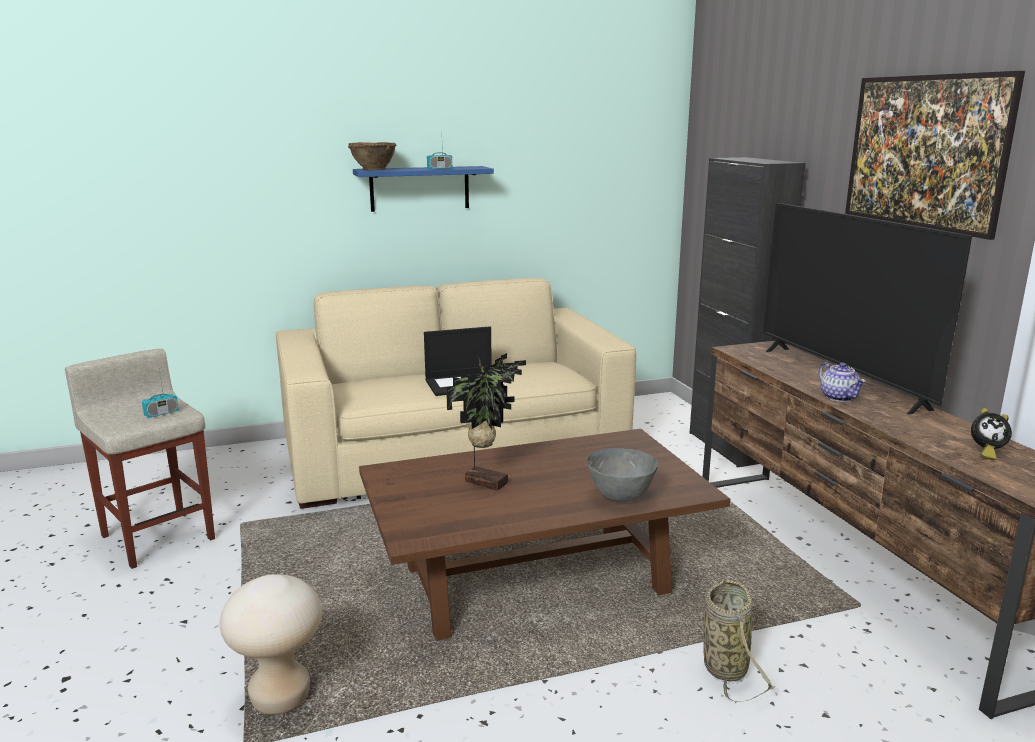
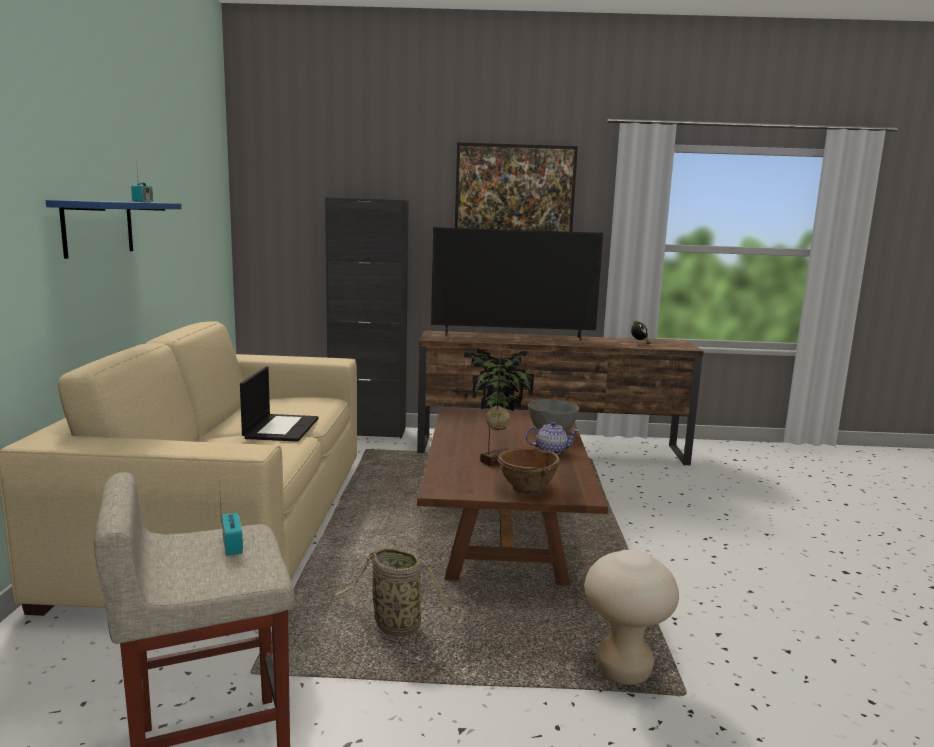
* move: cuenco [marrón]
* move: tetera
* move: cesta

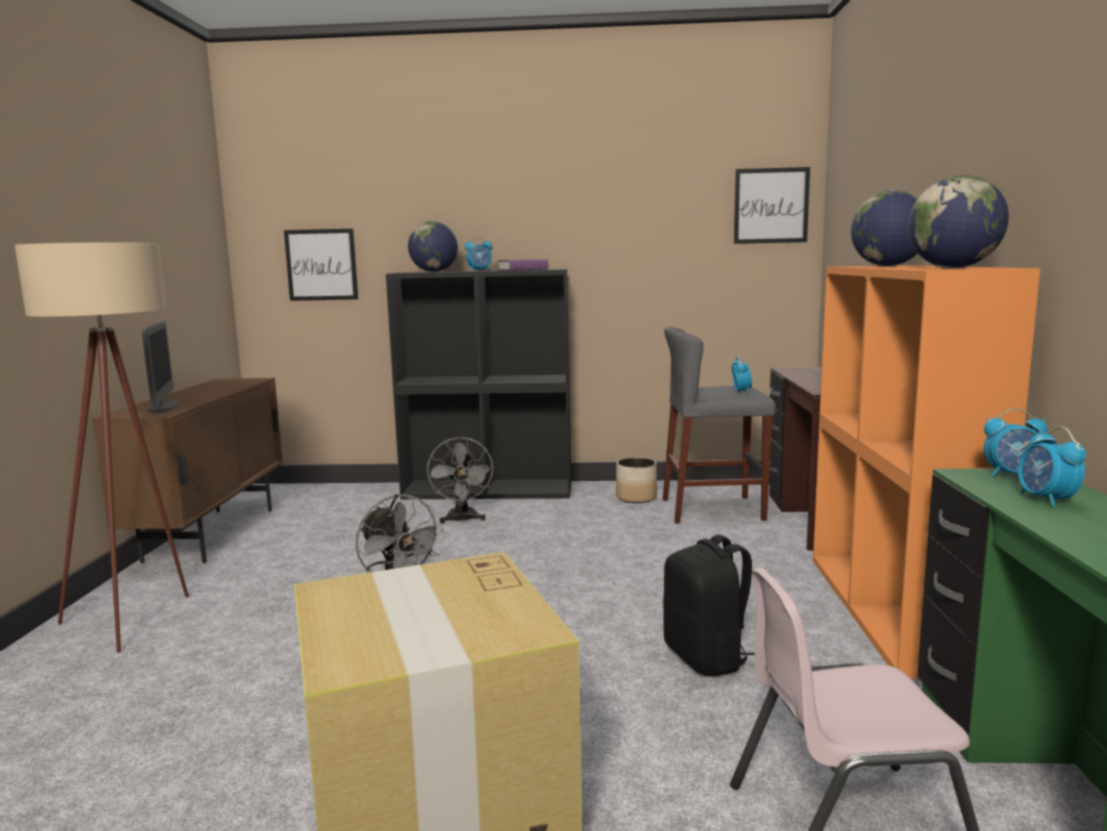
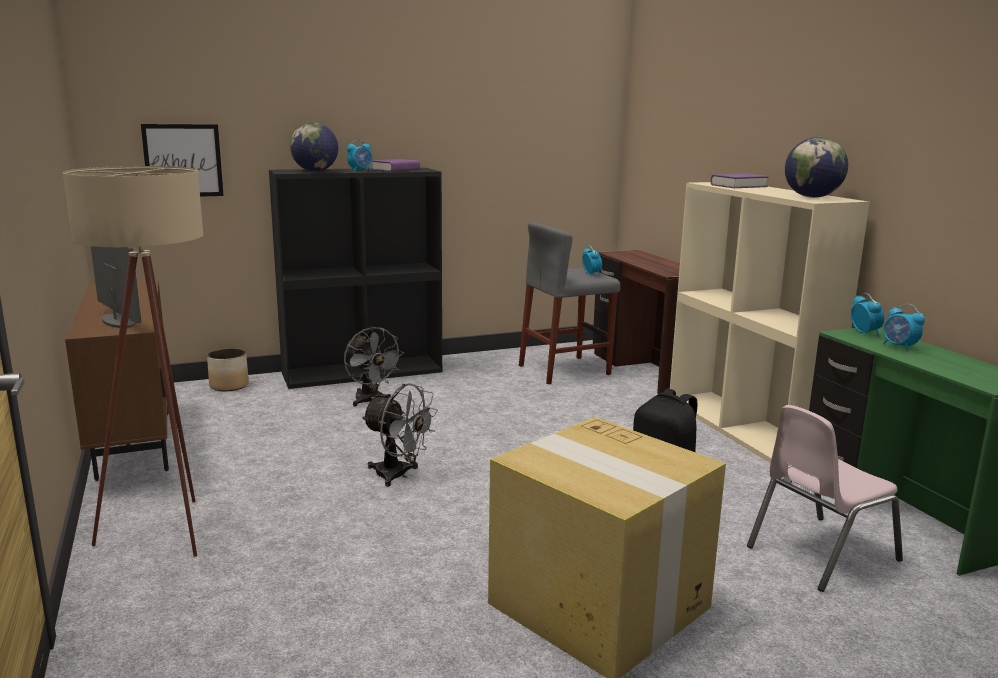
* delete: cuadro (2nd from left)
* replace: globo terráqueo (2nd from left) to libro [morado] (2nd from left)
* recolor: estantería [naranja] to estantería [beis]
* rotate: despertador (3rd from left) 90 degrees counterclockwise
* move: maceta

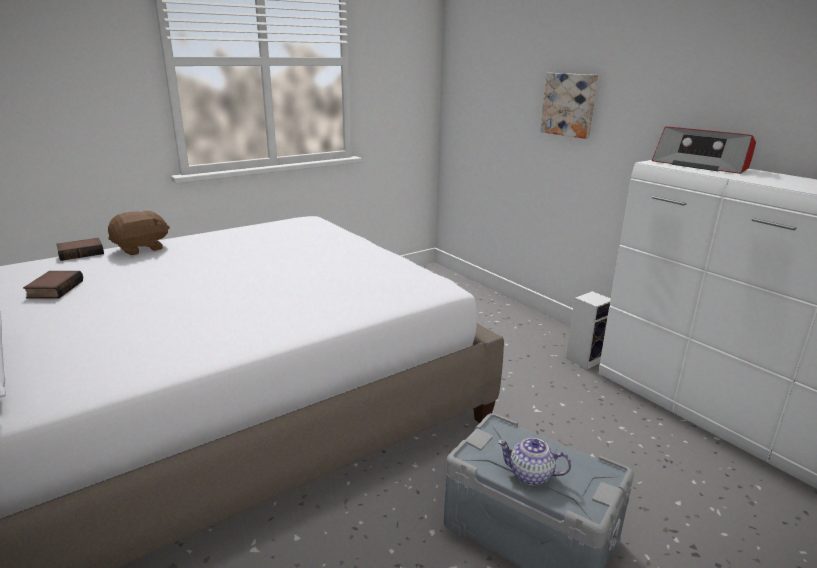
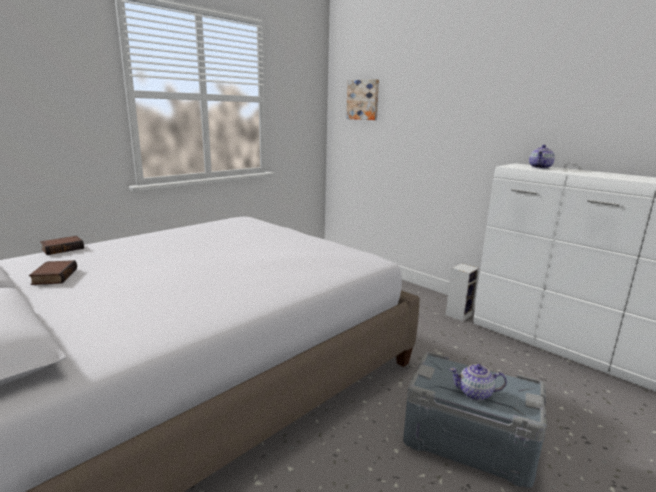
* move: cuadro
* replace: radio to tetera (2nd from left)
* delete: peluche [marrón]

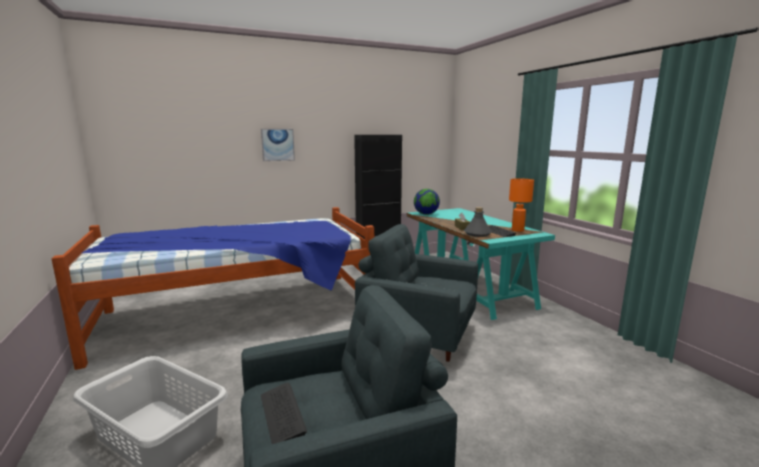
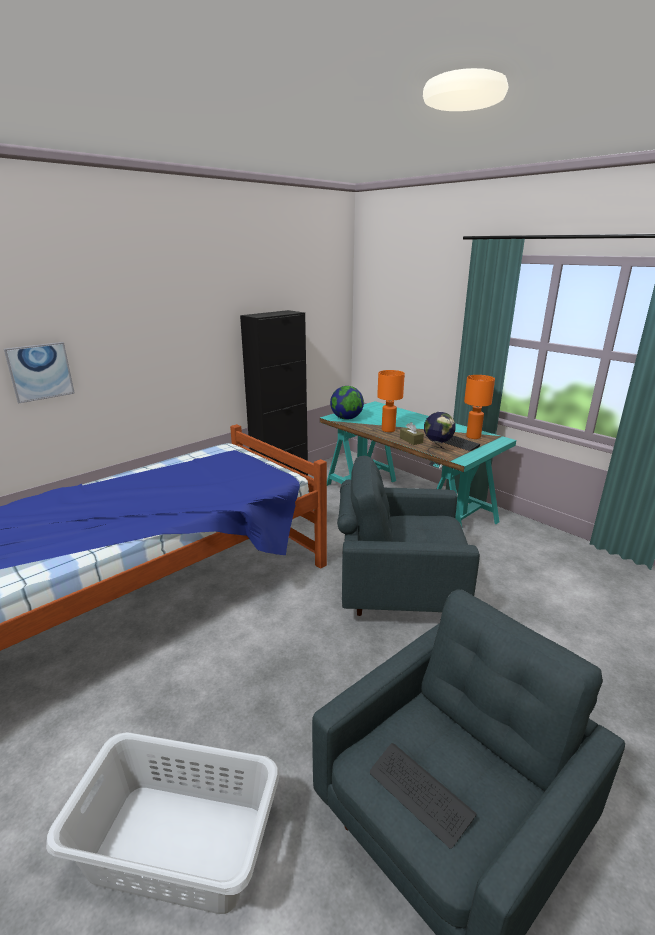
* move: cuadro
* replace: botella [gris] to globo terráqueo (2nd from left)
* insert: lámpara de mesa [naranja] (1st from left)

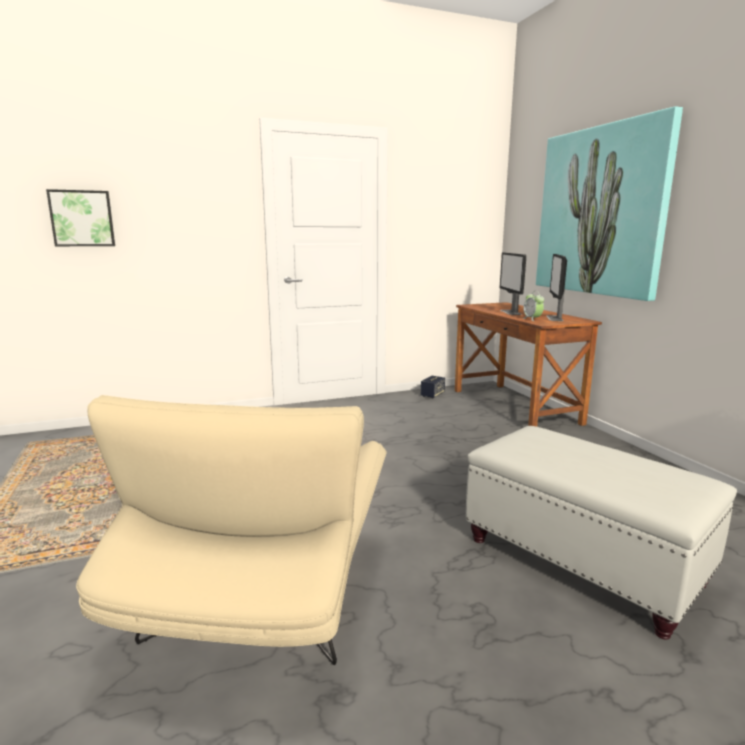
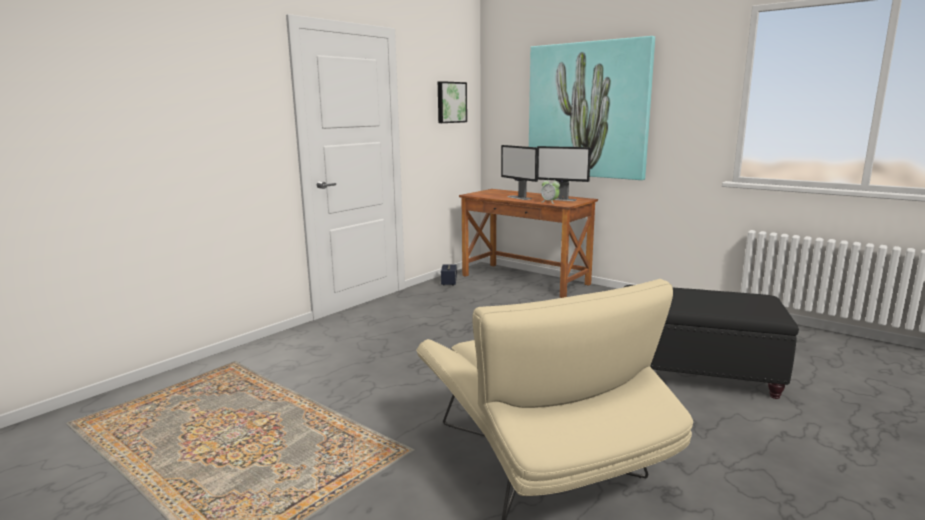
* move: cuadro (1st from left)
* rotate: monitor (2nd from left) 45 degrees counterclockwise
* recolor: puf [blanco] to puf [negro]

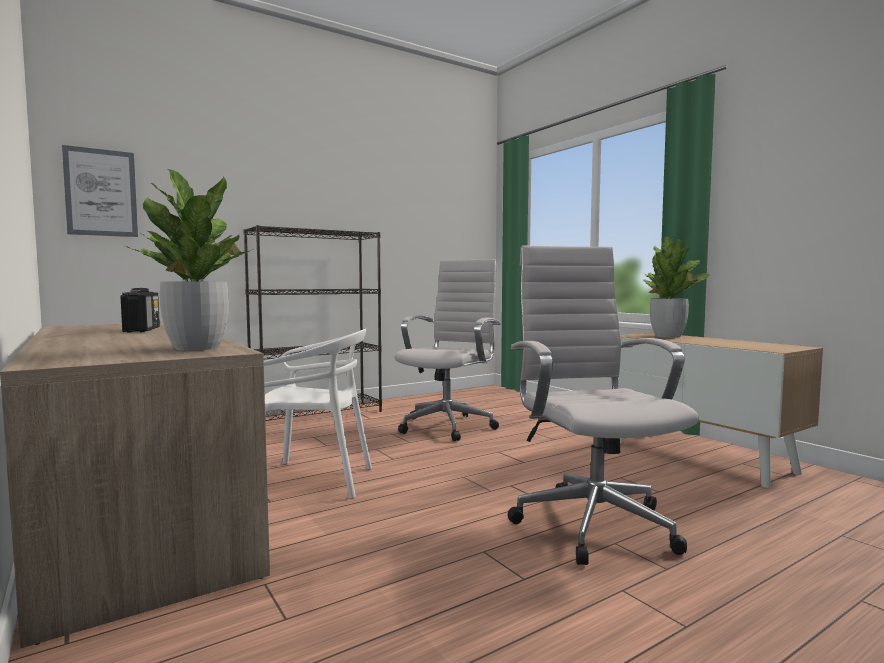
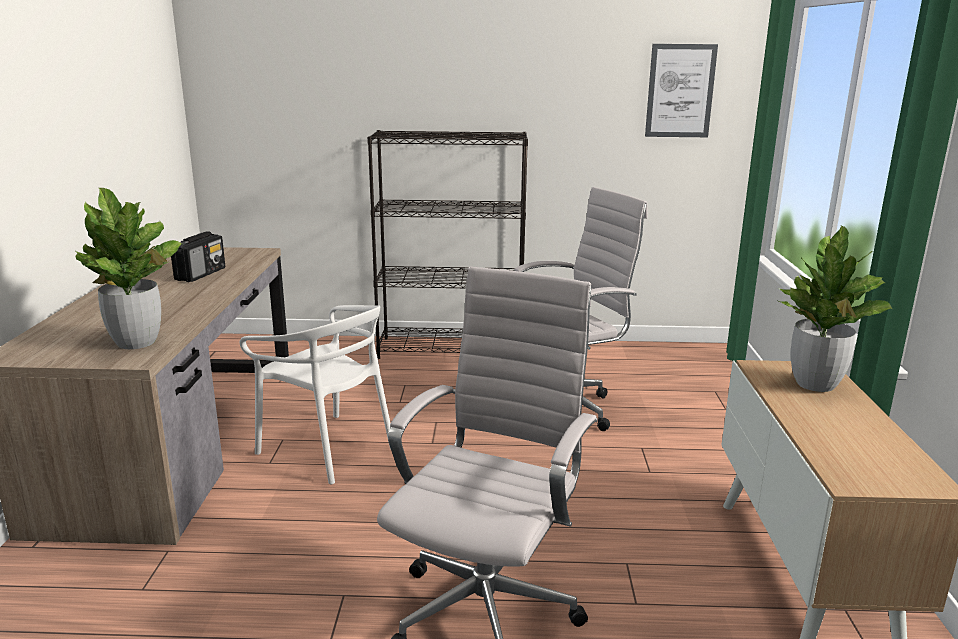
* move: cuadro

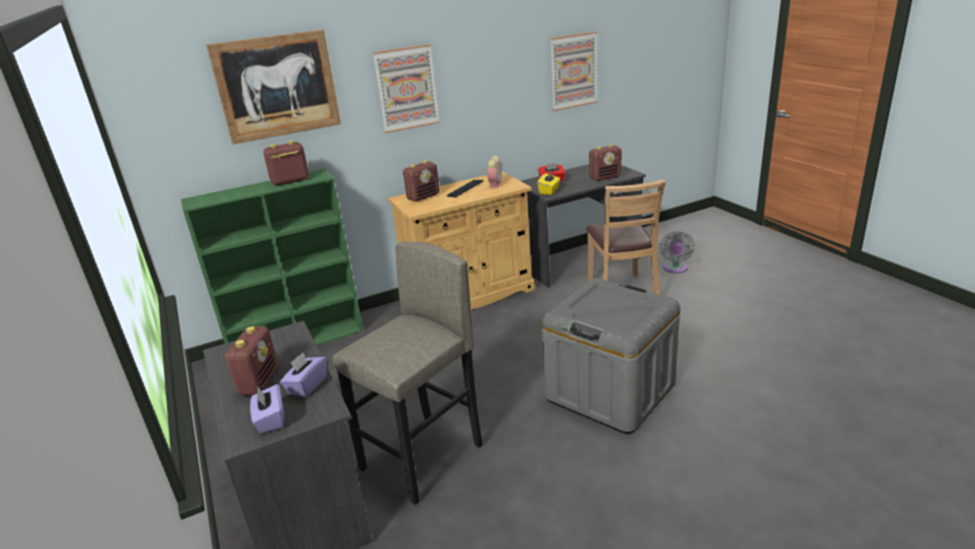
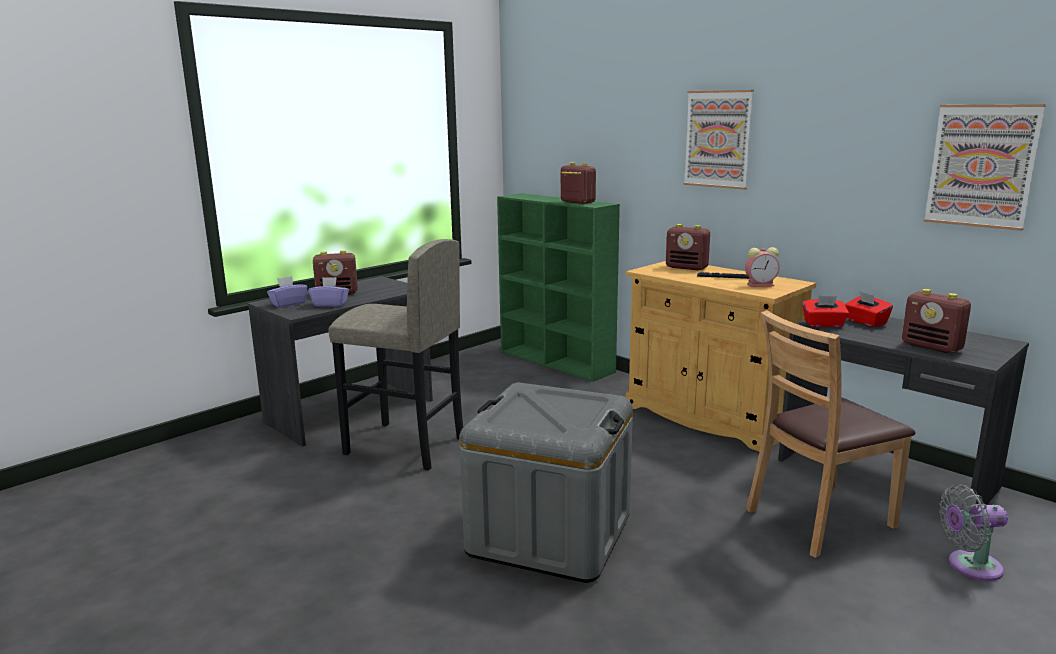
* delete: cuadro (1st from left)
* recolor: caja de pañuelos [amarillo] to caja de pañuelos [rojo] (1st from left)

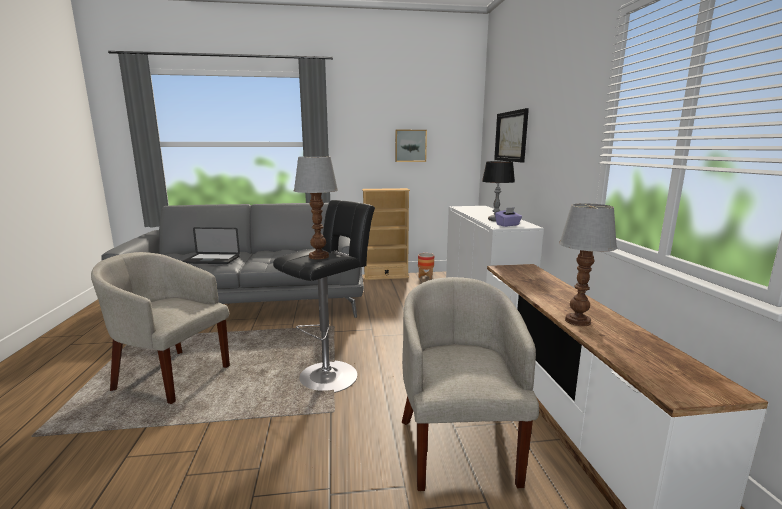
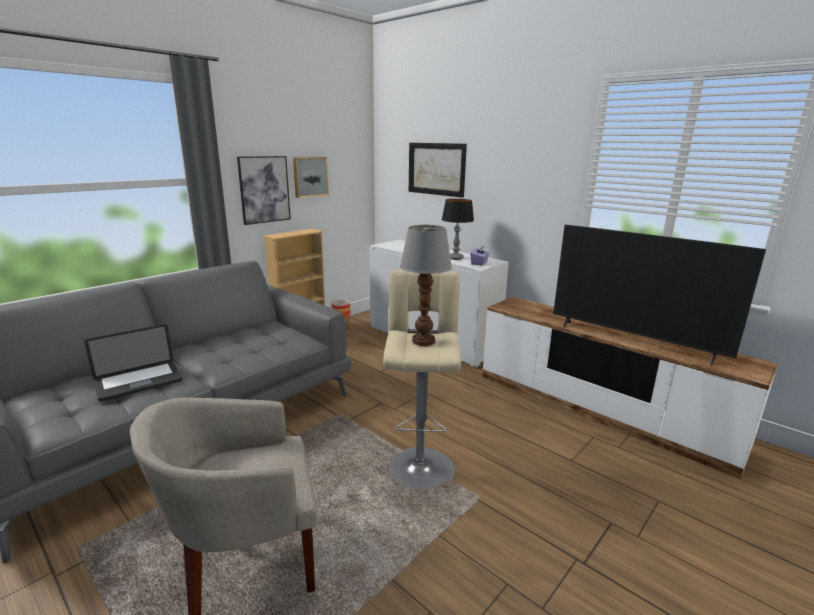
* recolor: taburete [negro] to taburete [beis]
* replace: lámpara de mesa (3rd from left) to televisor
* delete: sillón [beis] (2nd from left)
* insert: cuadro (1st from left)

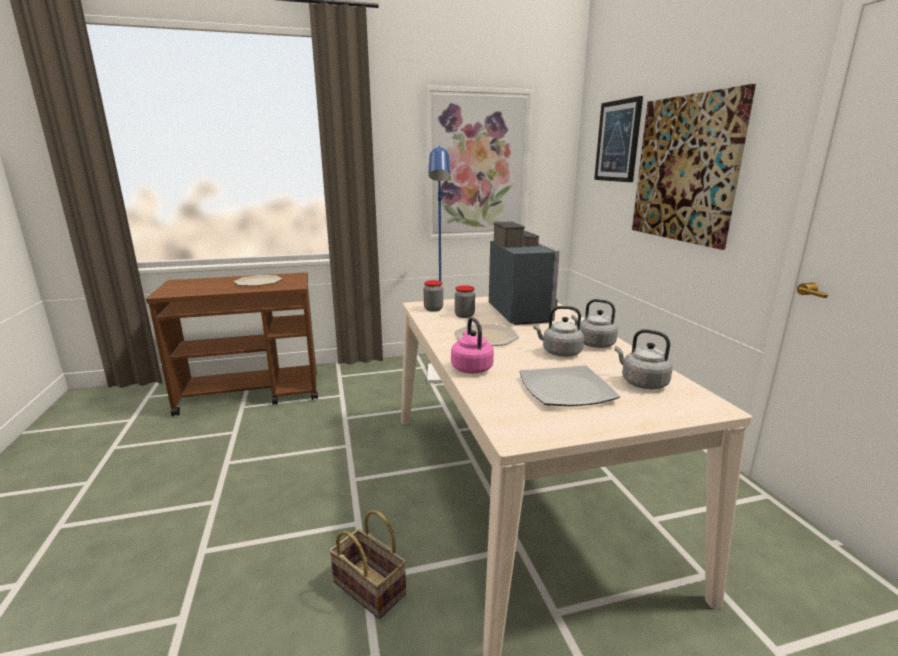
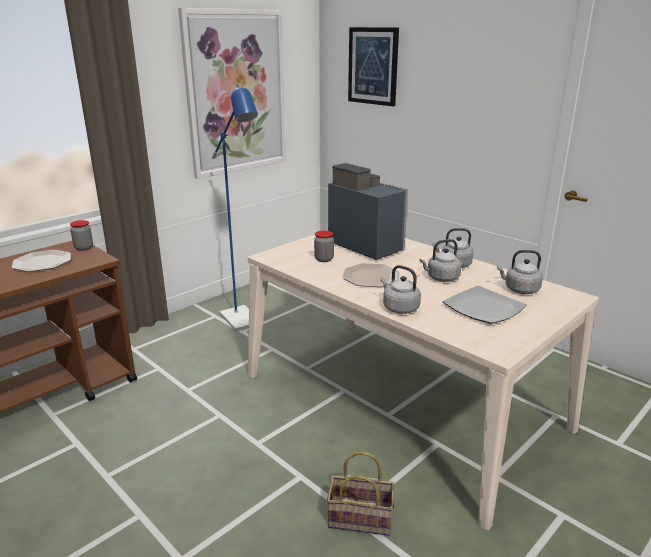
* delete: cuadro (3rd from left)
* move: tarro (1st from left)
* recolor: hervidor [rosa] to hervidor [gris] (1st from left)

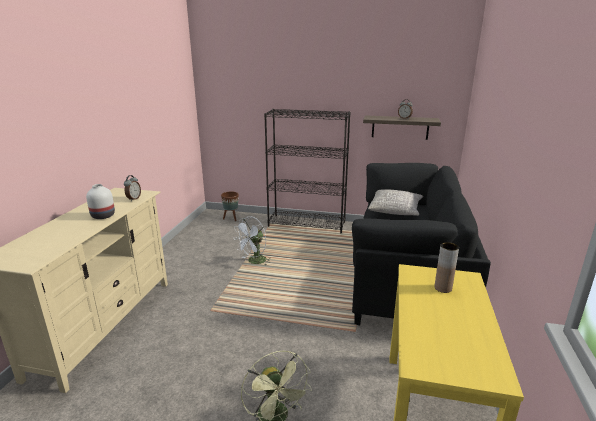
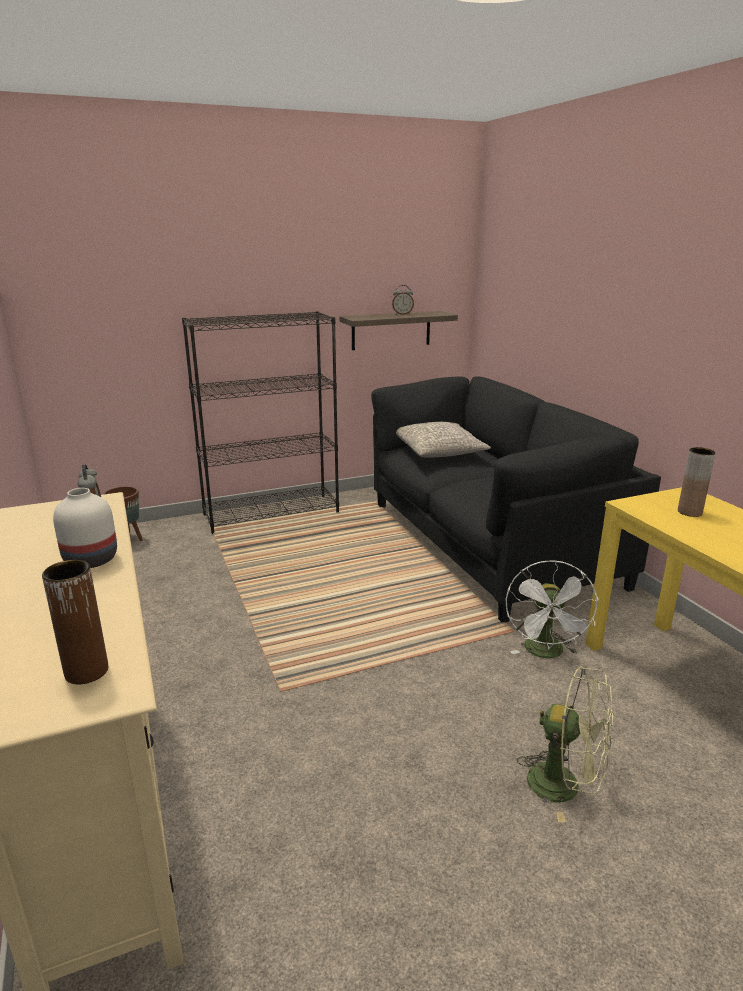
* move: ventilador [blanco]
* insert: florero [marrón] (1st from left)

